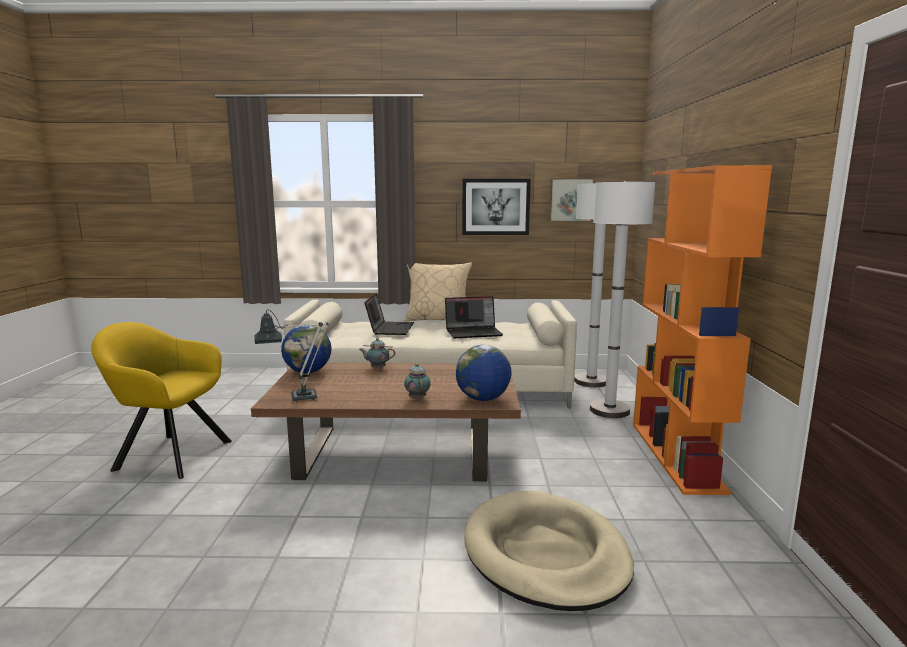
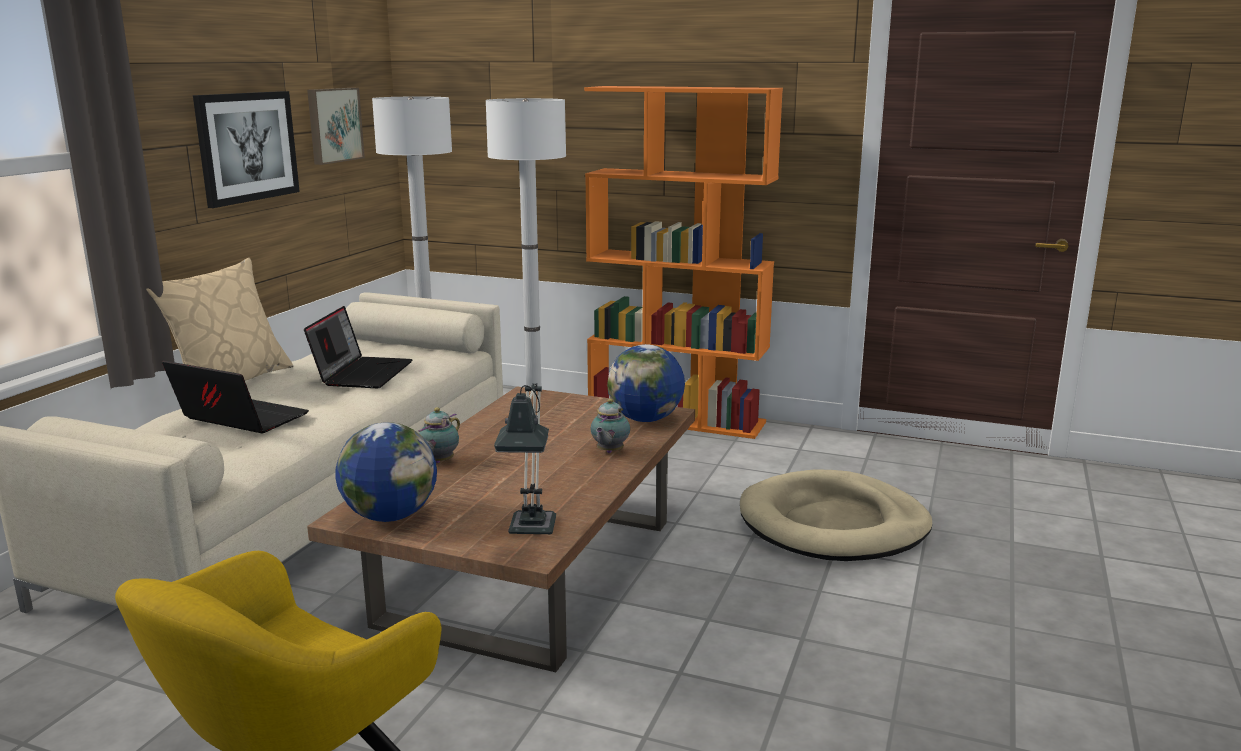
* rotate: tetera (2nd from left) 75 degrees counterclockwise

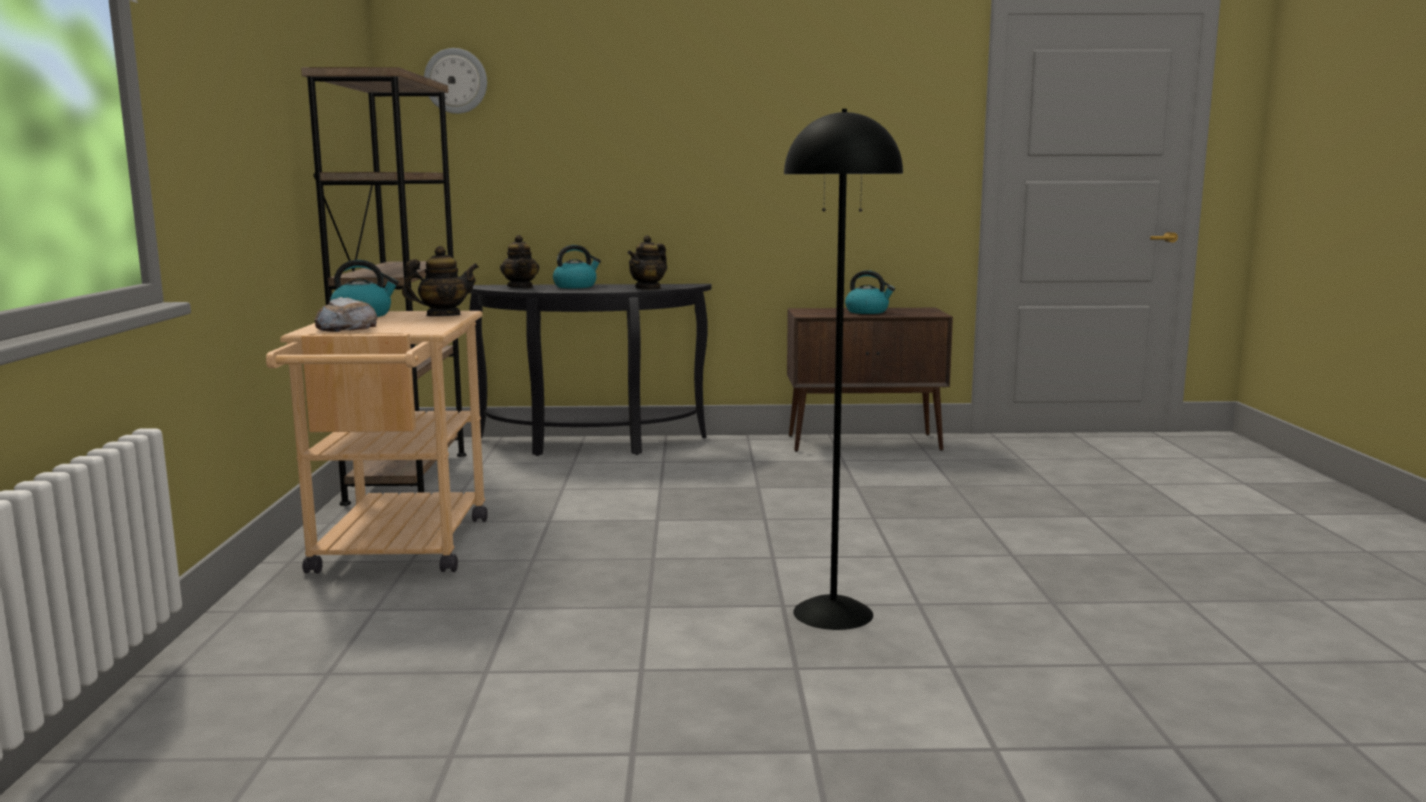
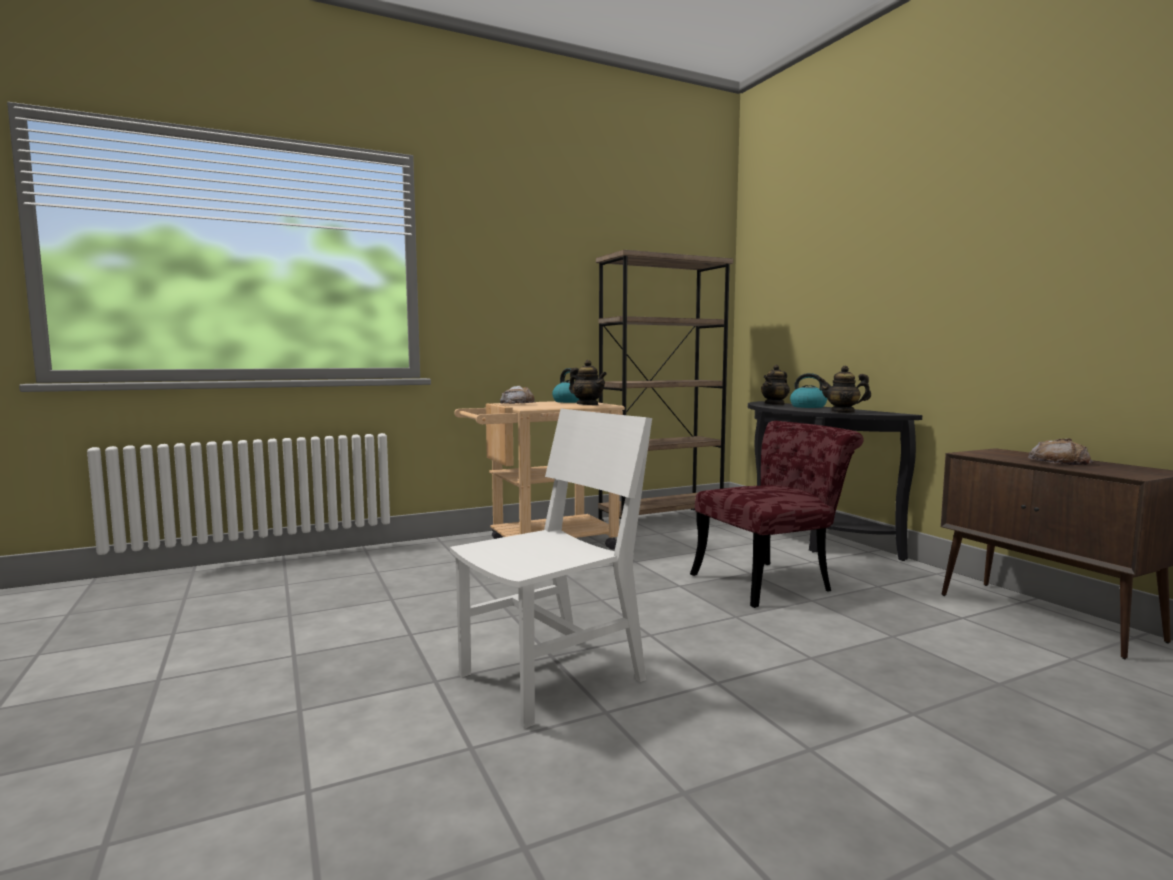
* delete: reloj de pared
* replace: lámpara de pie [negro] to silla [blanco]
* replace: hervidor (3rd from left) to pan (2nd from left)
* insert: silla [rojo]

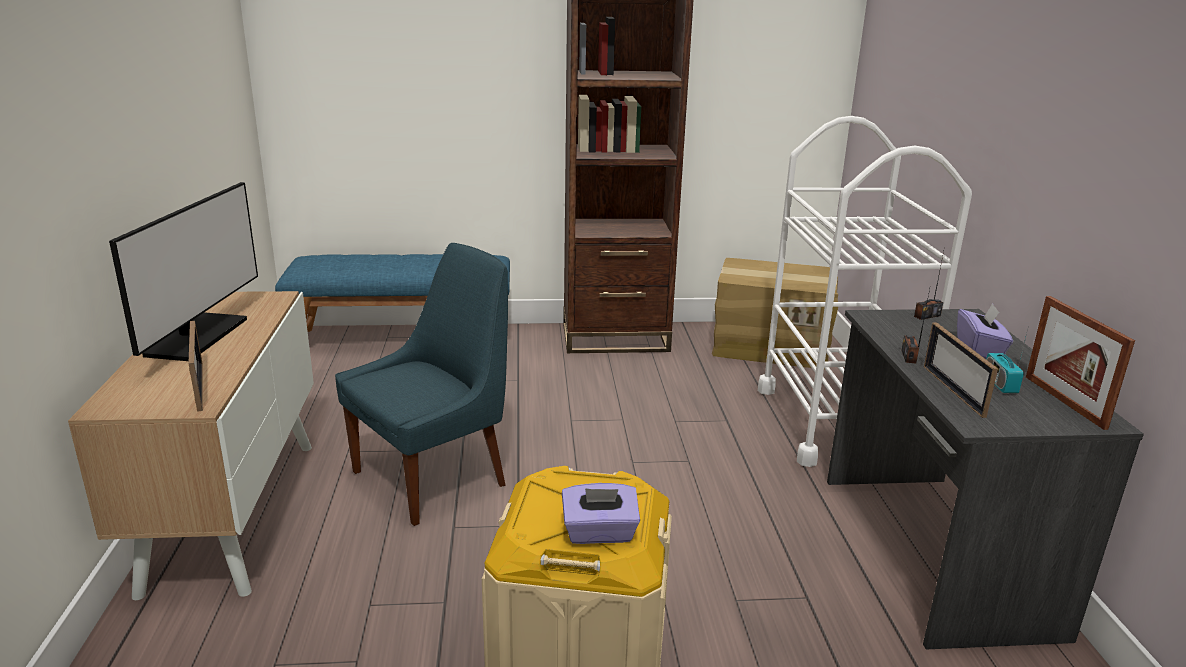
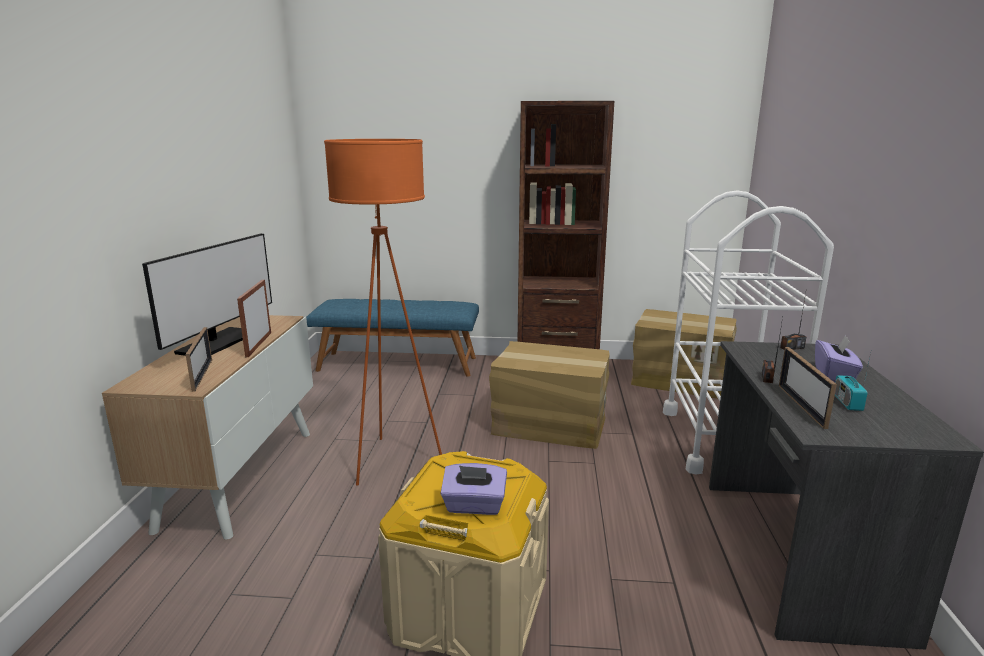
* replace: silla [azul] to lámpara de pie [naranja]
* move: portarretratos (3rd from left in the first image) to portarretratos (2nd from left)
* insert: caja de cartón (1st from left)

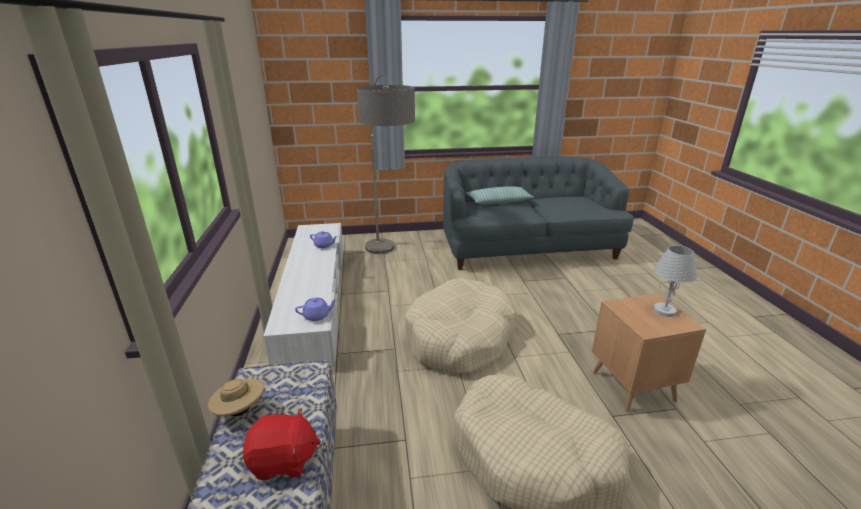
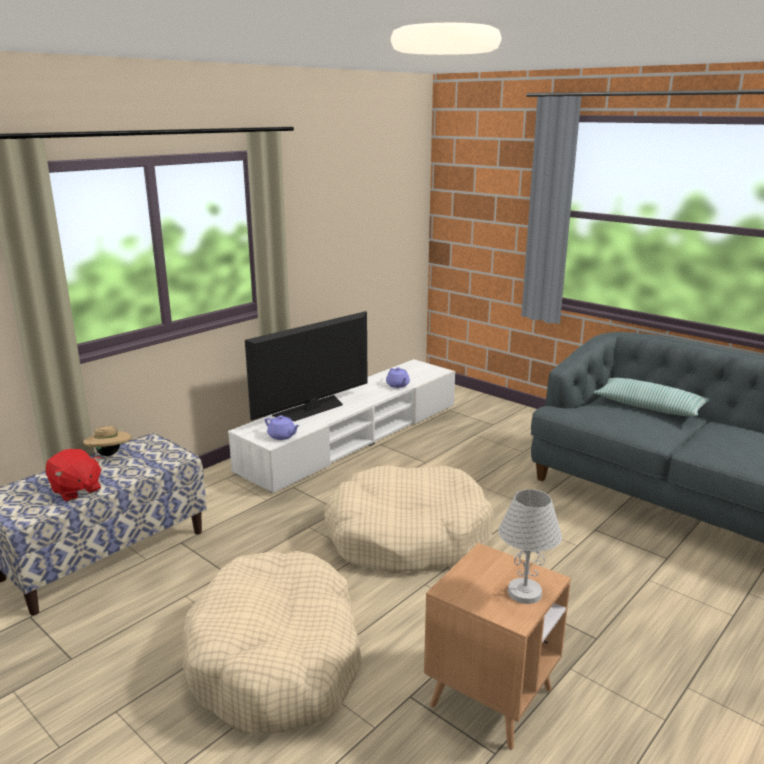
* delete: lámpara de pie
* insert: televisor

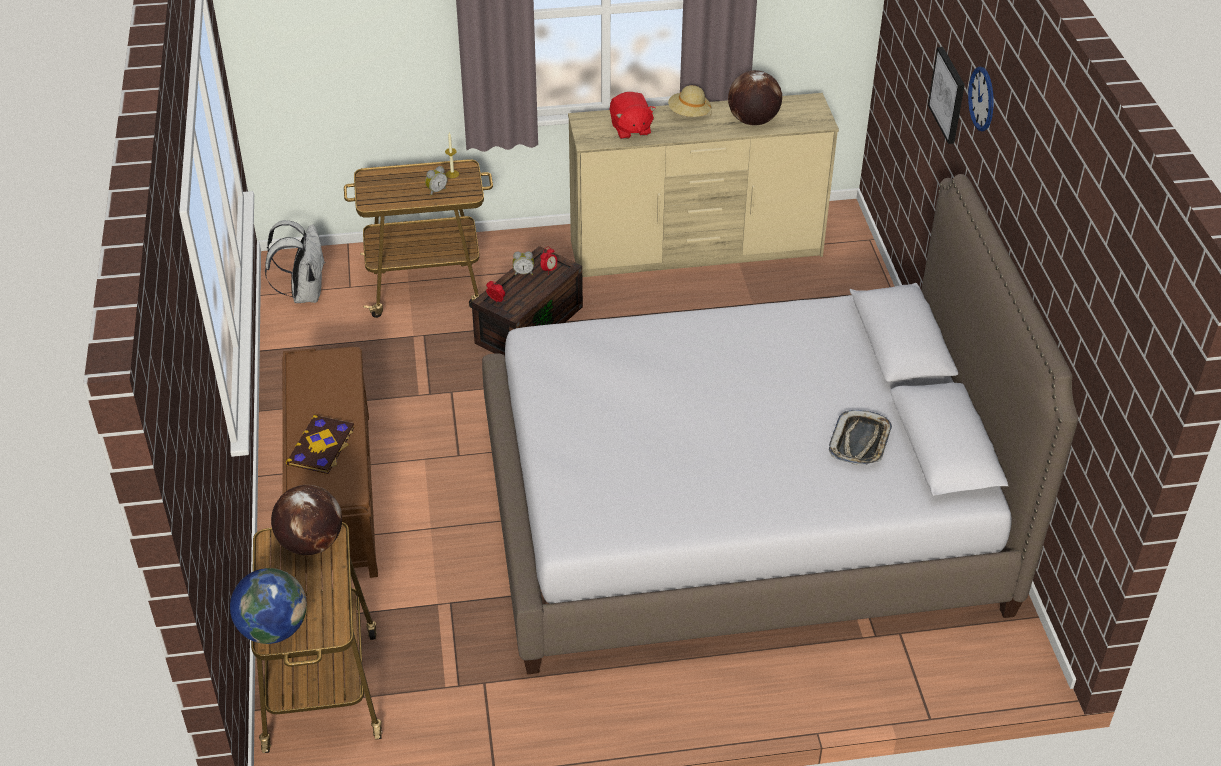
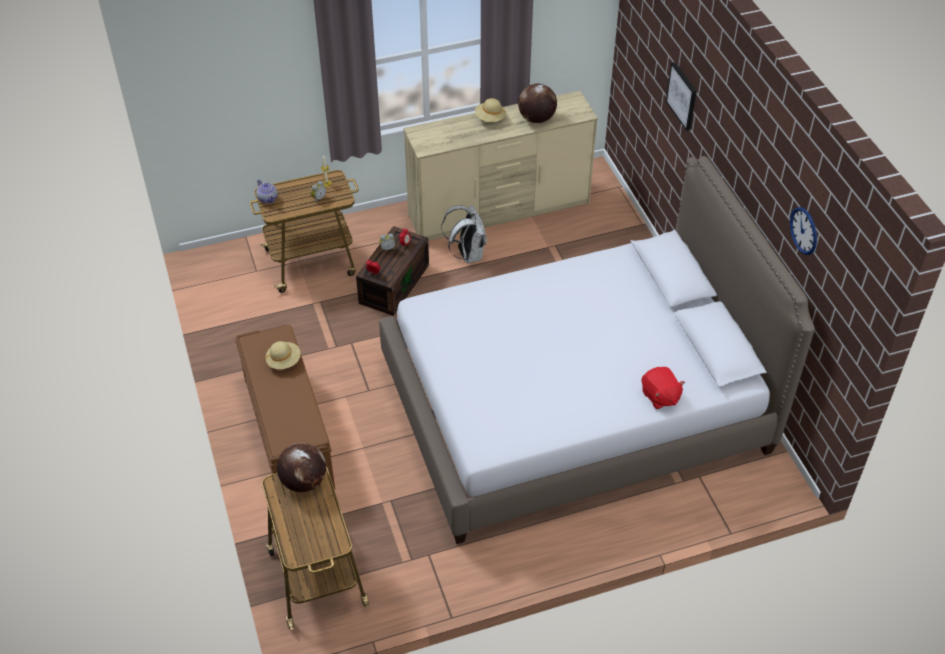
* move: reloj de pared
* move: peluche [rojo]
* move: mochila [blanco]
* delete: bandeja
* delete: libro
* delete: globo terráqueo (1st from left)
* insert: tetera
* insert: sombrero [beis] (1st from left)

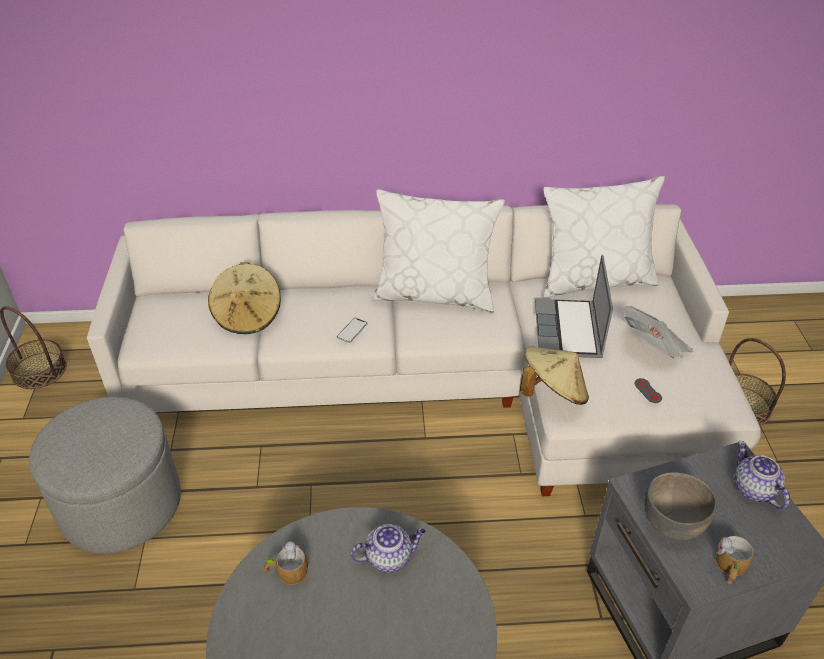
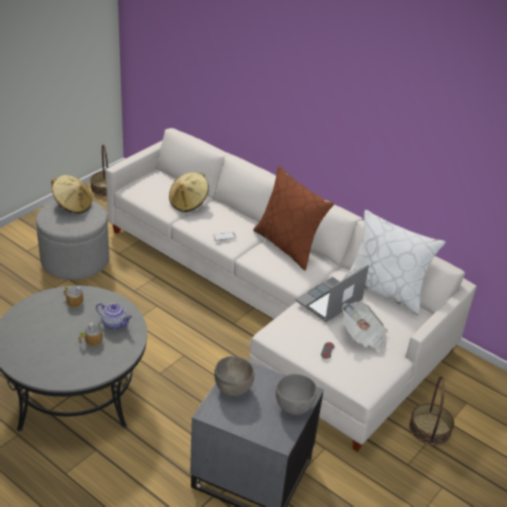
* recolor: cojín [blanco] (1st from left) to cojín [marrón]
* move: sombrero [beis] (2nd from left in the first image) to sombrero [beis] (1st from left)
* replace: tetera (2nd from left) to cuenco [gris] (2nd from left)
* move: taza grande (2nd from left)

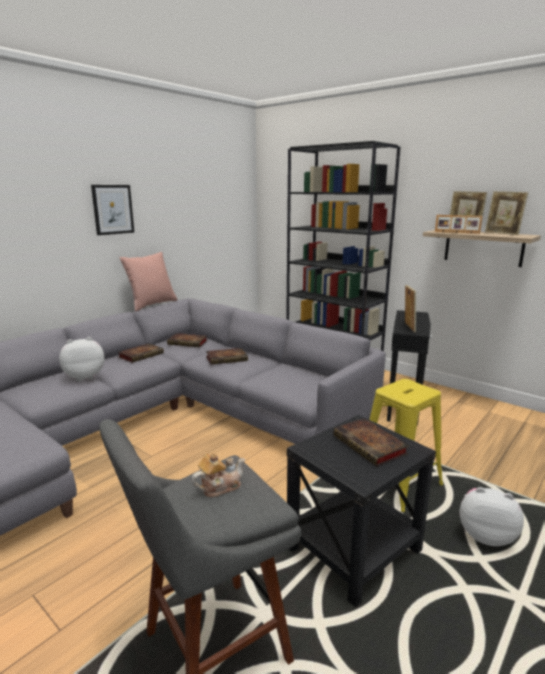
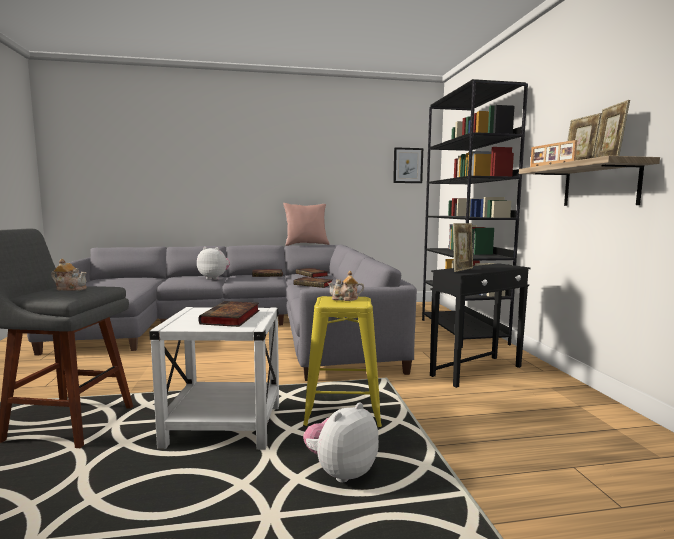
* move: cuadro
* recolor: mesa auxiliar [negro] (1st from left) to mesa auxiliar [blanco]
* rotate: peluche (2nd from left) 105 degrees counterclockwise
* insert: tetera (2nd from left)

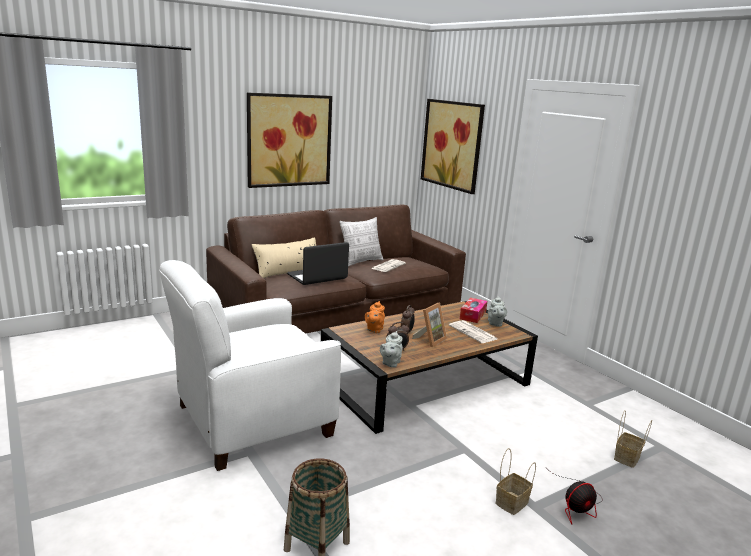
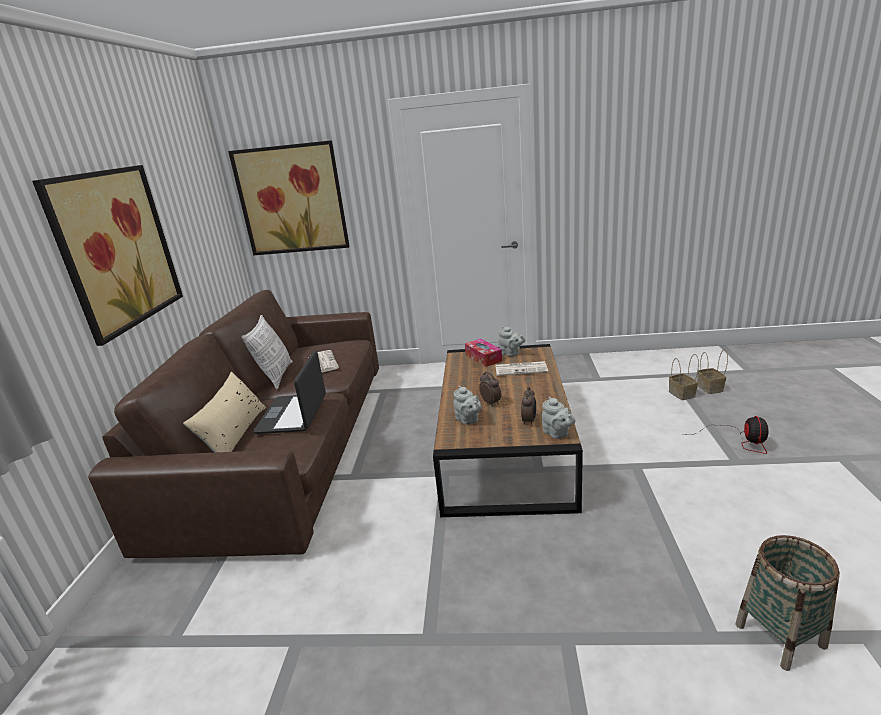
* delete: sillón [blanco]
* recolor: tetera [naranja] to tetera [gris] (1st from left)
* delete: portarretratos
* move: cesta (2nd from left)

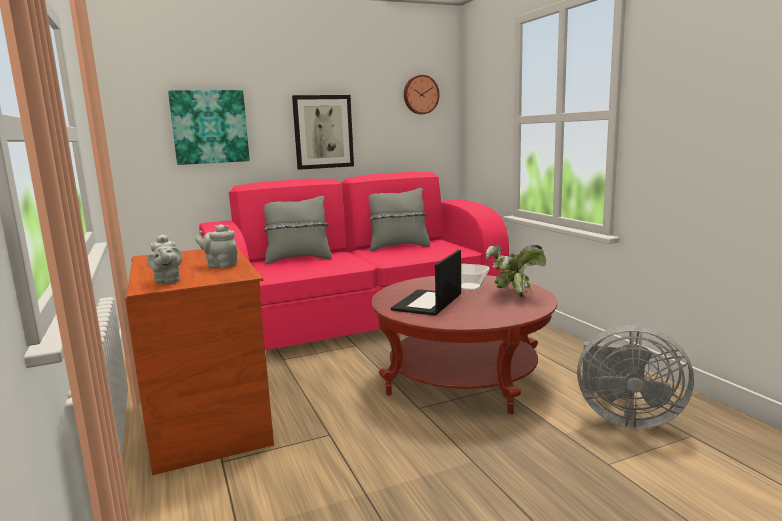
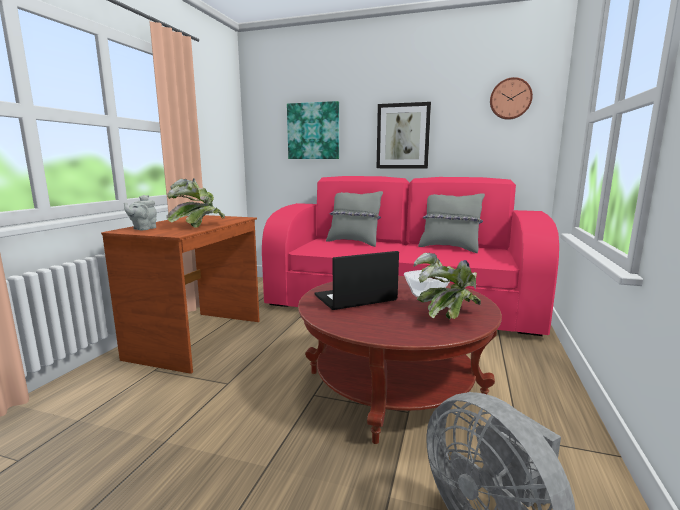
* replace: tetera [gris] (2nd from left) to planta en maceta (1st from left)

